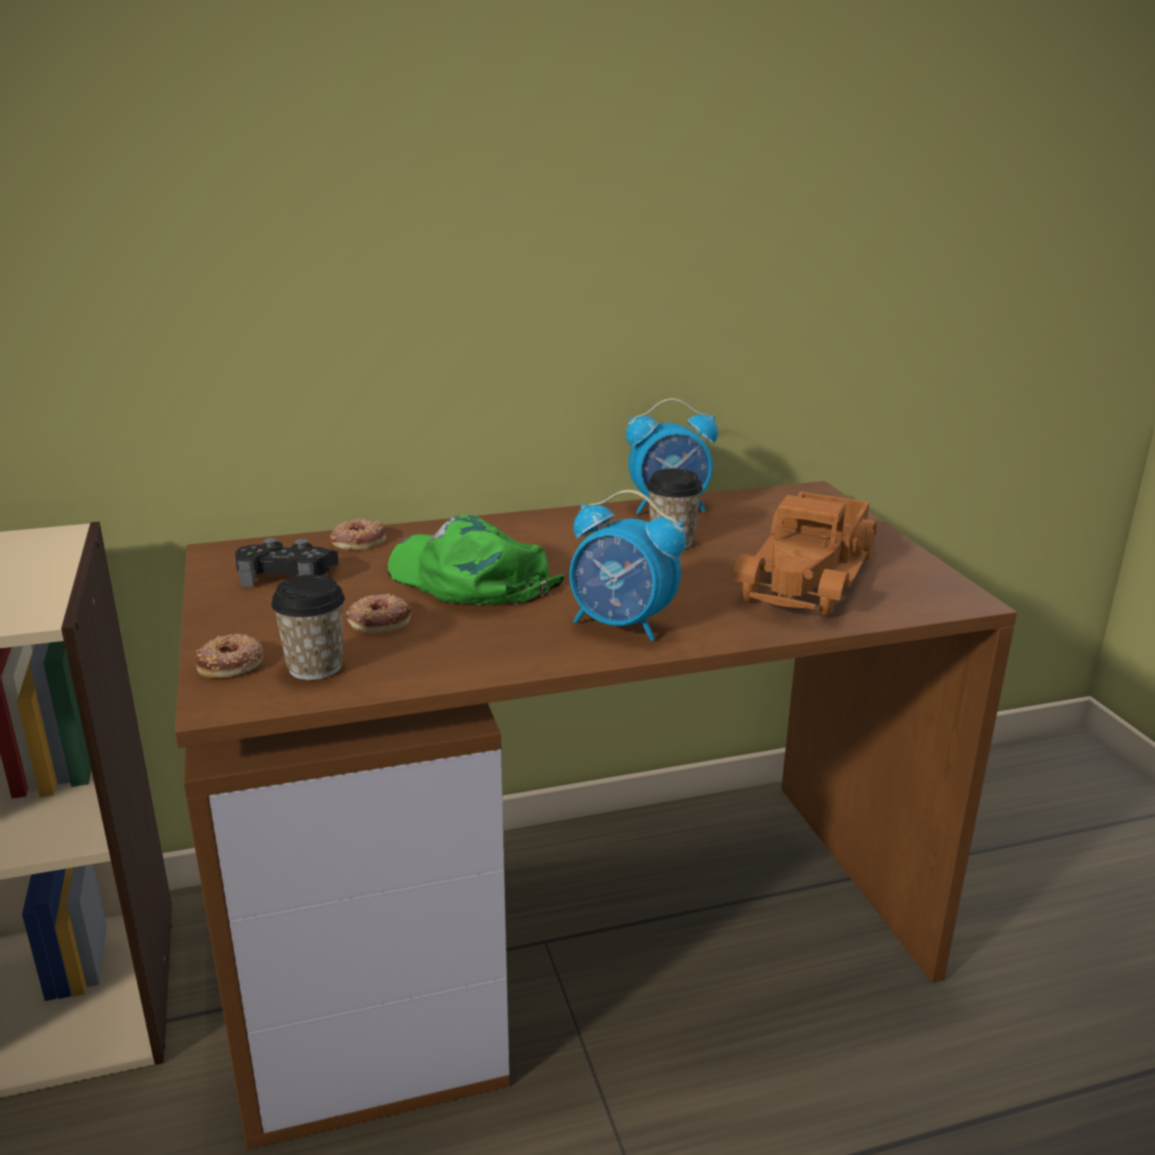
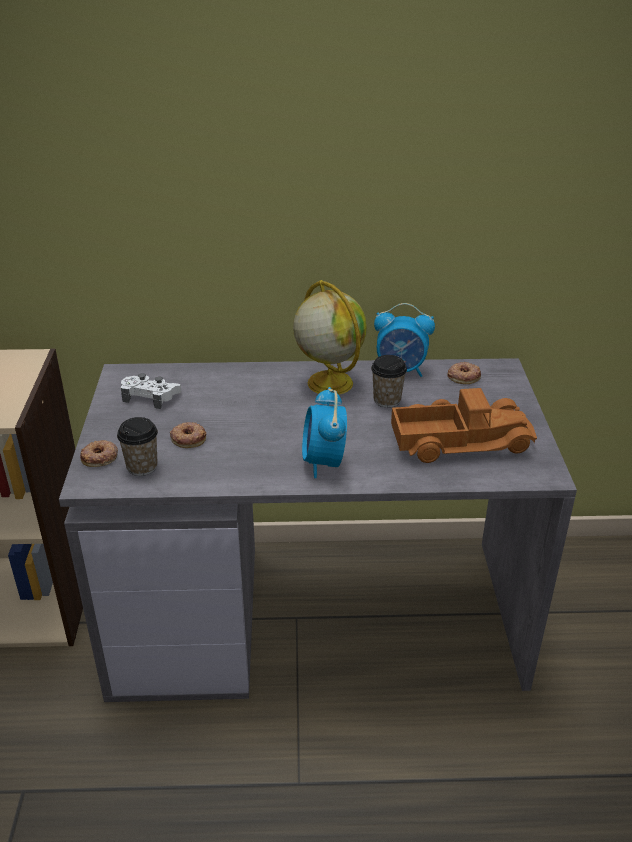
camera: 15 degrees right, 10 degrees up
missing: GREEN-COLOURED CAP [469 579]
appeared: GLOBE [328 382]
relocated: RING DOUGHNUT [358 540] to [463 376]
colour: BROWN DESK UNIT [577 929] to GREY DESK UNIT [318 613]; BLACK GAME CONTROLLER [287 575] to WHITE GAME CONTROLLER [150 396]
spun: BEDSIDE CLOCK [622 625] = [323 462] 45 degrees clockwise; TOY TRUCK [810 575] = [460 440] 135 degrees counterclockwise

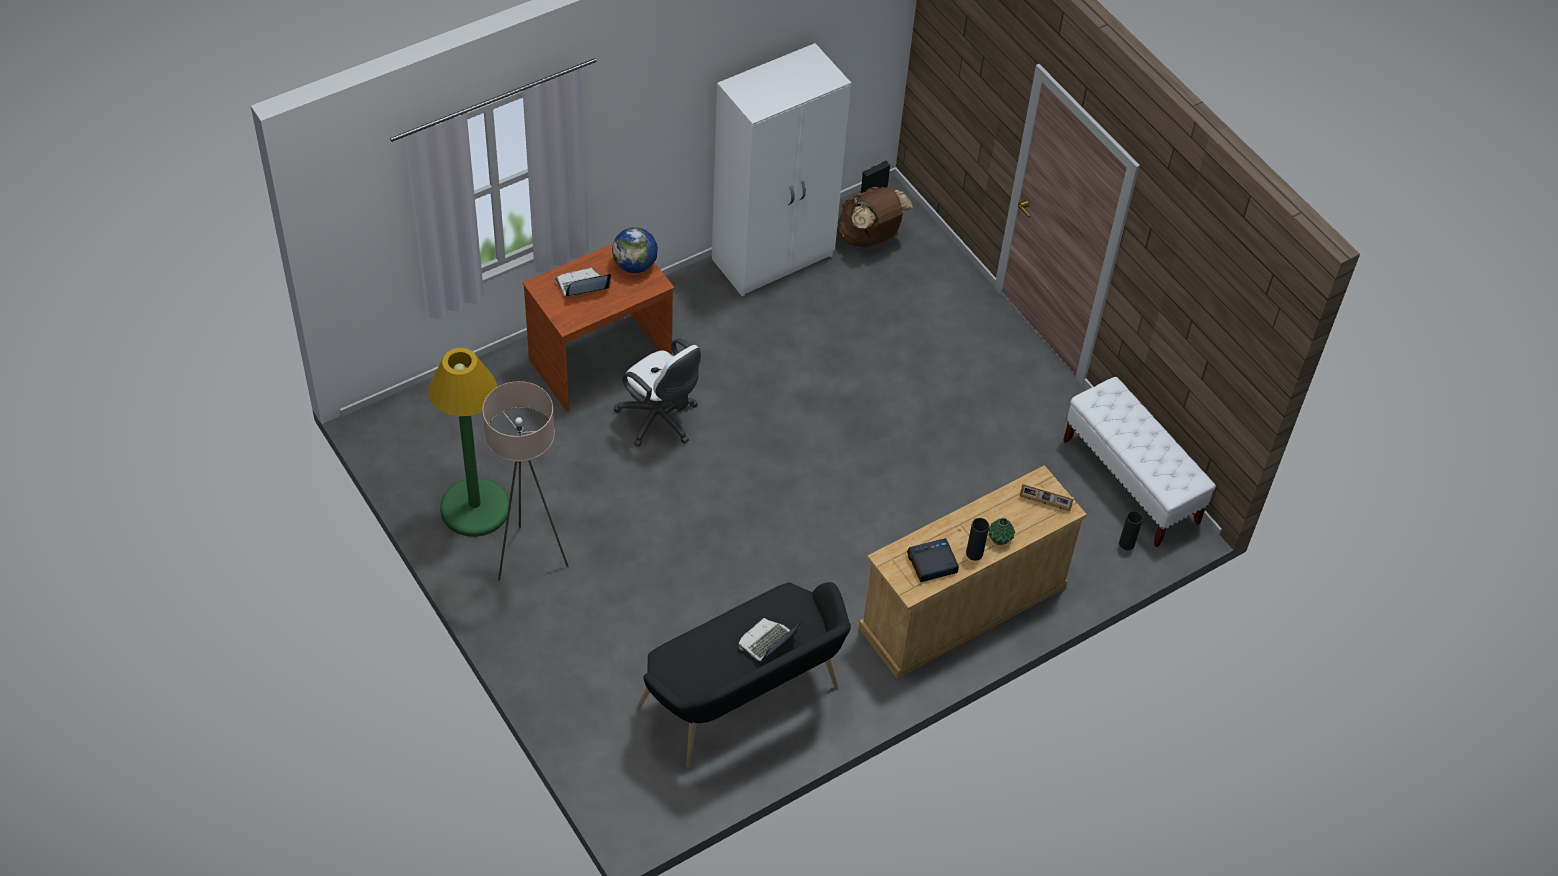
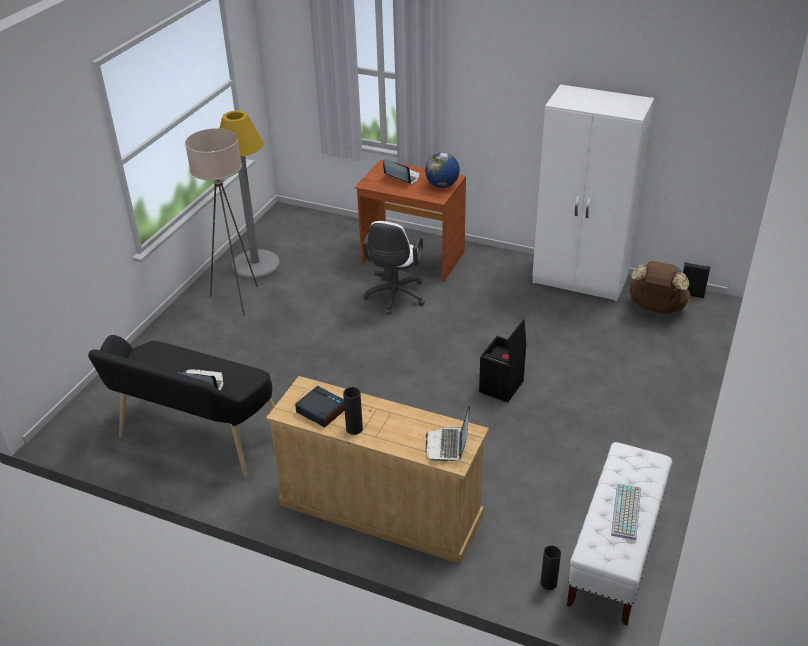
camera: 60 degrees right, 15 degrees down
missing: GREEN-COLOURED VASE [1000 539]
appeared: BLACK STORAGE BIN [501 387]; COMPUTER KEYBOARD [627 512]
exchanged: PICTURE FRAME [1044 503] to NOTEBOOK COMPUTER [448 445]
colour: GREEN-COLOURED STANDARD LAMP [475 508] to GREY STANDARD LAMP [256 266]

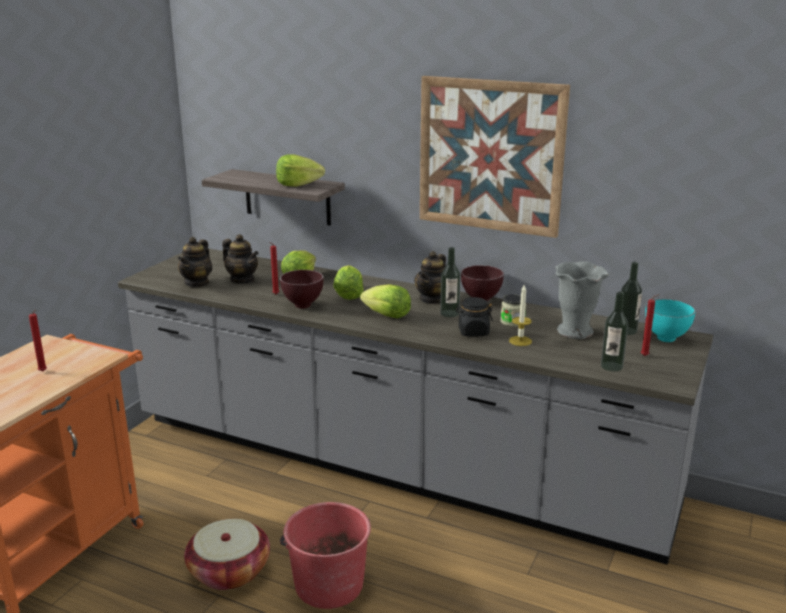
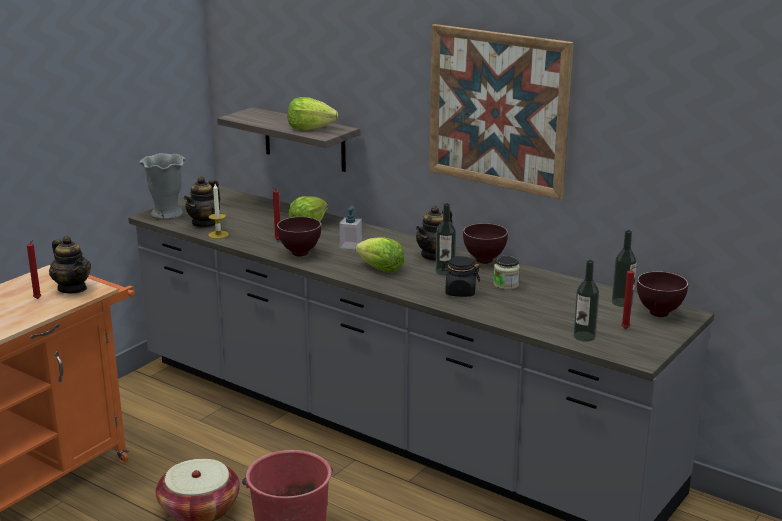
camera: 10 degrees right, 0 degrees up
relocated: TEA POT [242 280] to [72 288]; WAX LIGHT [520 341] to [218 234]; GREY VASE [575 331] to [167 214]
exchanged: HEAD OF LETTUCE [348 295] to SOAP DISPENSER [351 245]
colour: TURQUOISE BOWL [667 339] to BROWN BOWL [660 314]

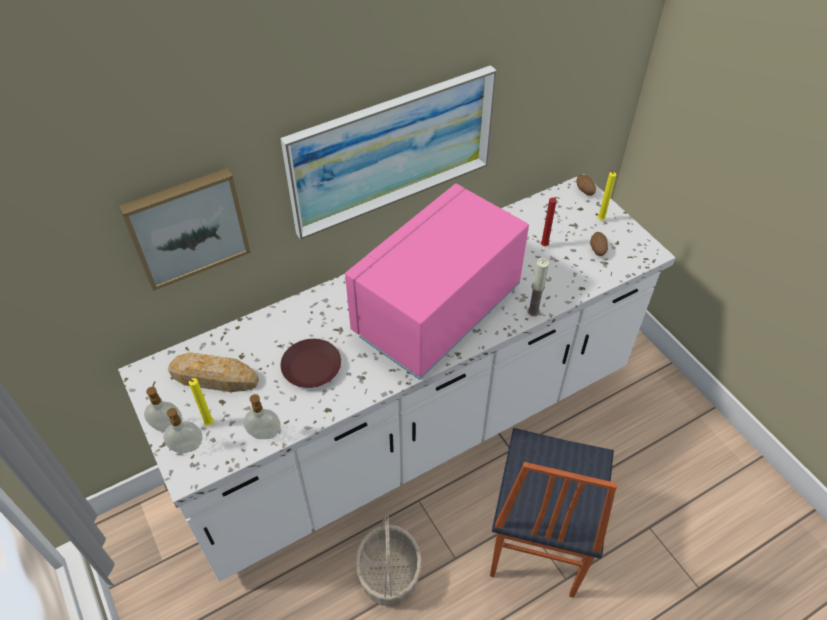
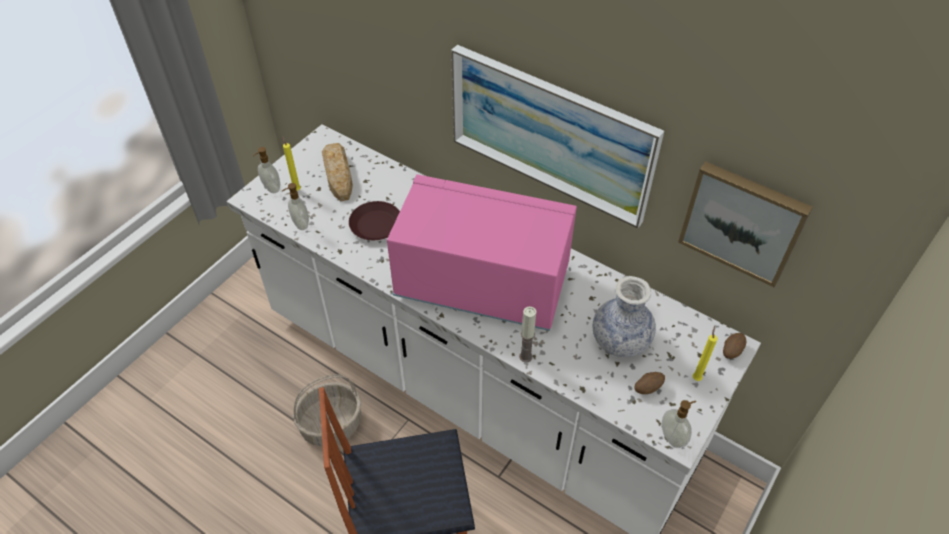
camera: 65 degrees right, 0 degrees up
relocated: WALL PICTURE [187 226] to [743 221]; SOAP DISPENSER [168 425] to [673 437]
exchanged: REDDISH WAX LIGHT [545 246] to VASE [620 340]

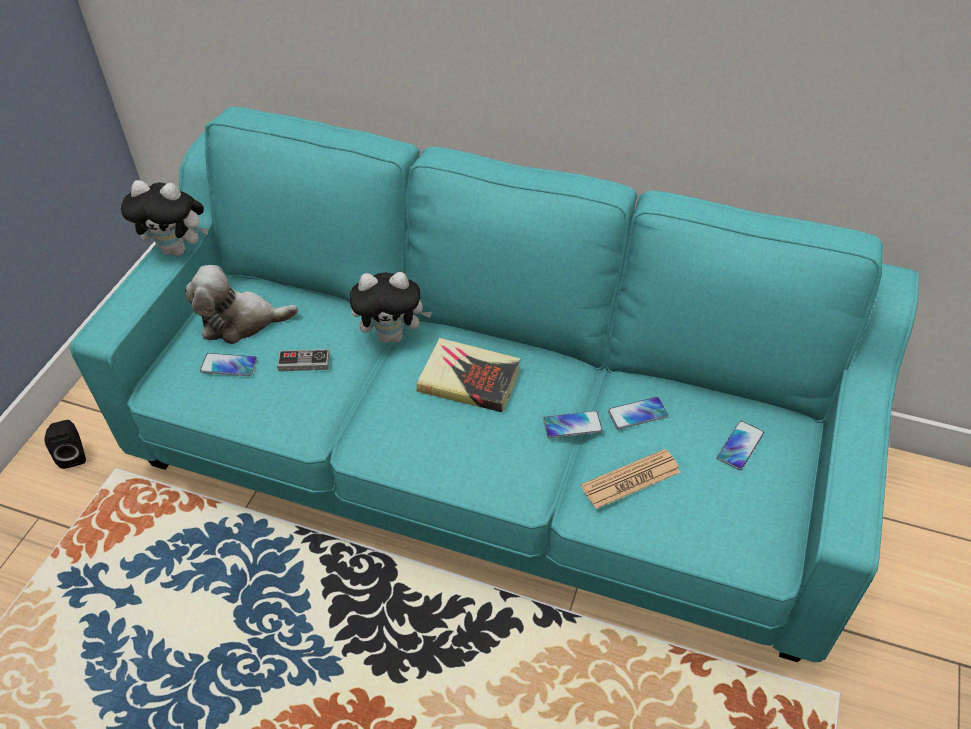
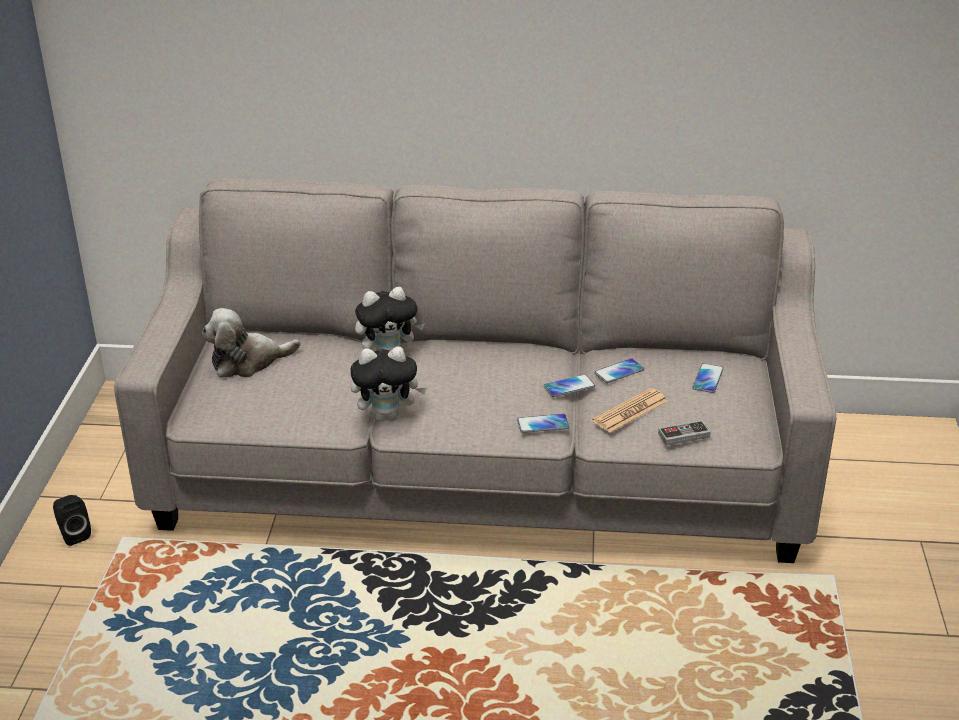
camera: 15 degrees left, 15 degrees down
missing: BOUND BOOK [469 380]
relocated: PLUSH TOY [178 249] to [388 416]; HANDSET [228 365] to [543 424]; GAME CONTROLLER [304 362] to [684 435]
colour: TURQUOISE SOFA [489 464] to GREY SOFA [481 477]

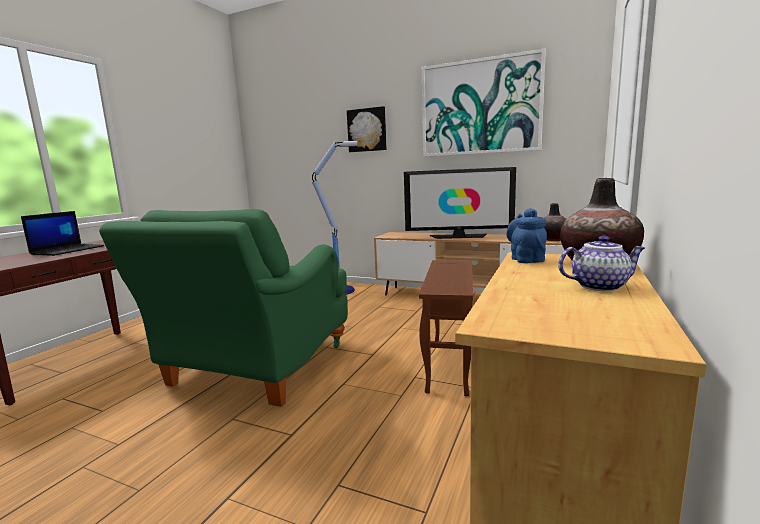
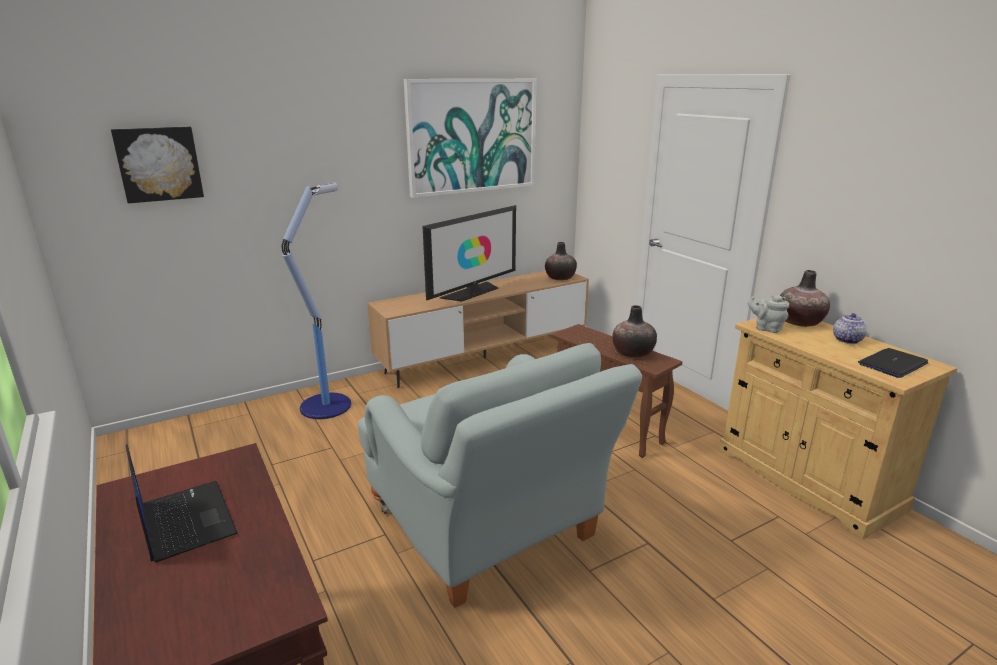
camera: 55 degrees left, 10 degrees up
appeared: VASE [632 353]; NOTEBOOK COMPUTER [892 364]
relocated: WALL PICTURE [367 130] to [159 164]
colour: GREEN-COLOURED ARMCHAIR [254 368] to GREY ARMCHAIR [489 530]; BLUE-COLOURED TEA POT [526 259] to GREY TEA POT [766 328]

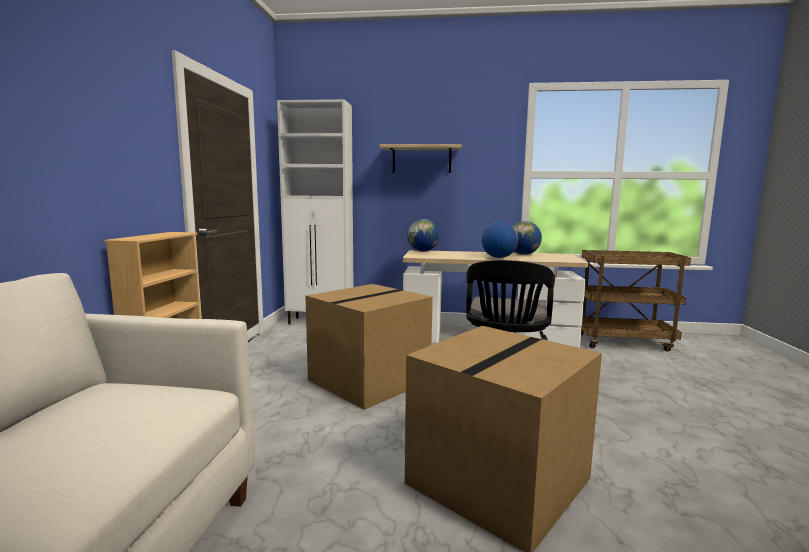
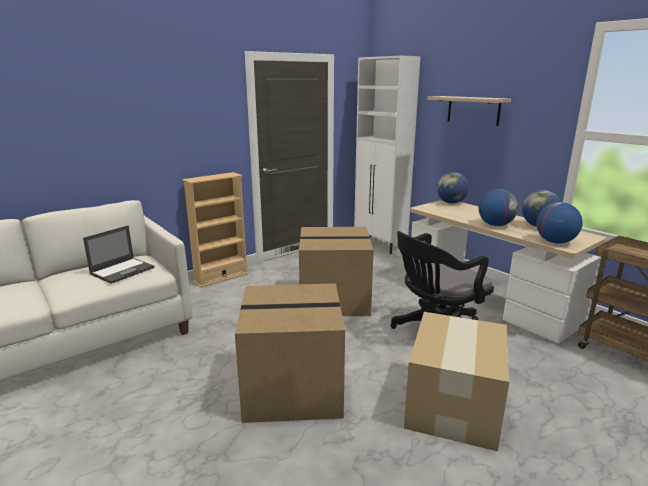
camera: 45 degrees right, 10 degrees up
appeared: NOTEBOOK COMPUTER [123 270]; PACKING BOX [454 404]; GLOBE [555 242]

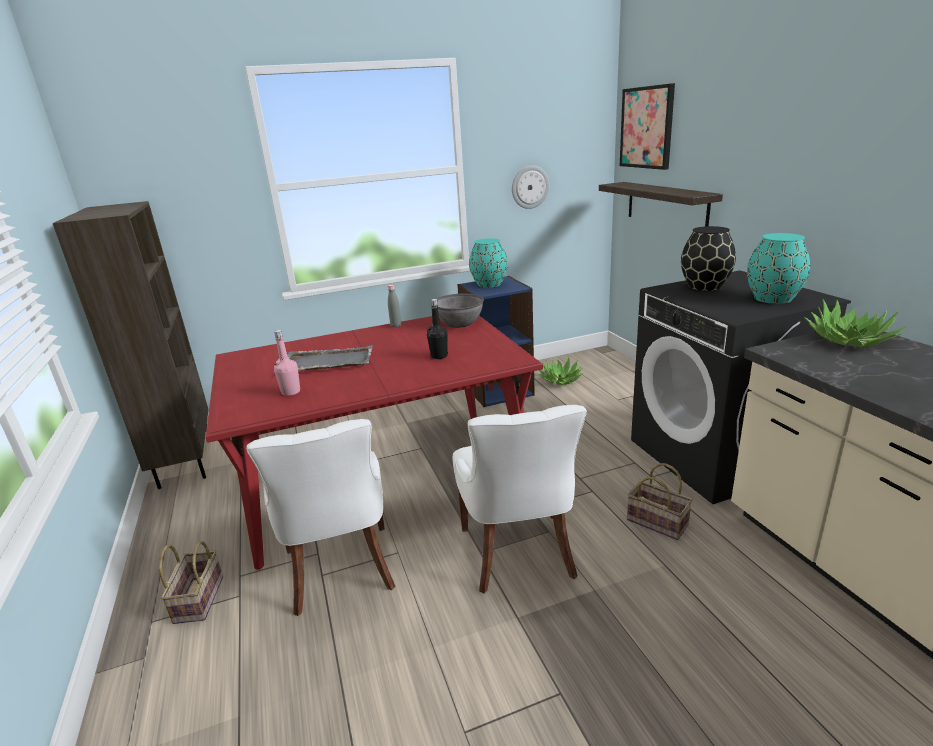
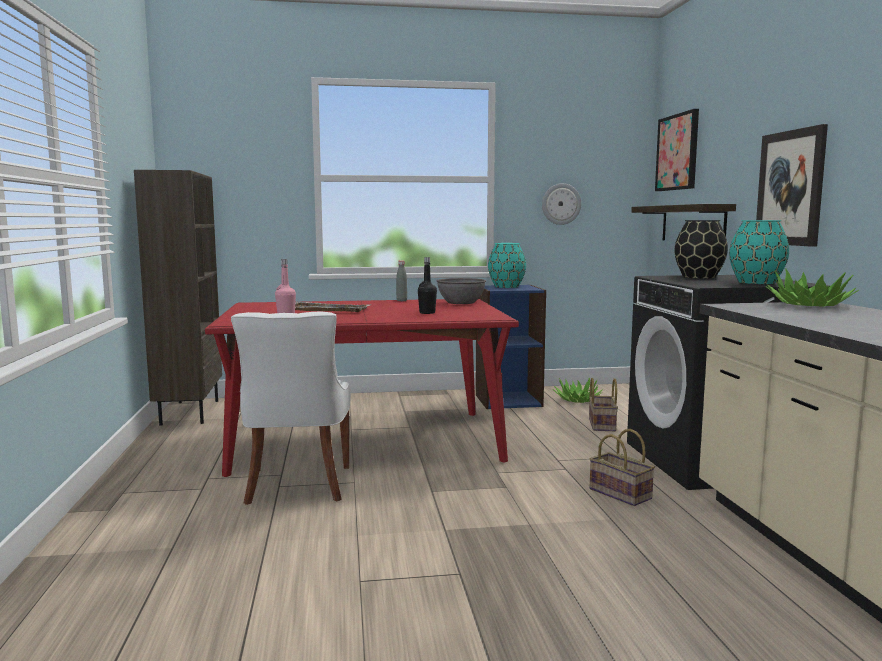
camera: 10 degrees right, 15 degrees down
missing: WHITE PLAIN CHAIR [518 553]
appeared: WALL PICTURE [790 188]
relocated: BASKET [198 598] to [601 424]

